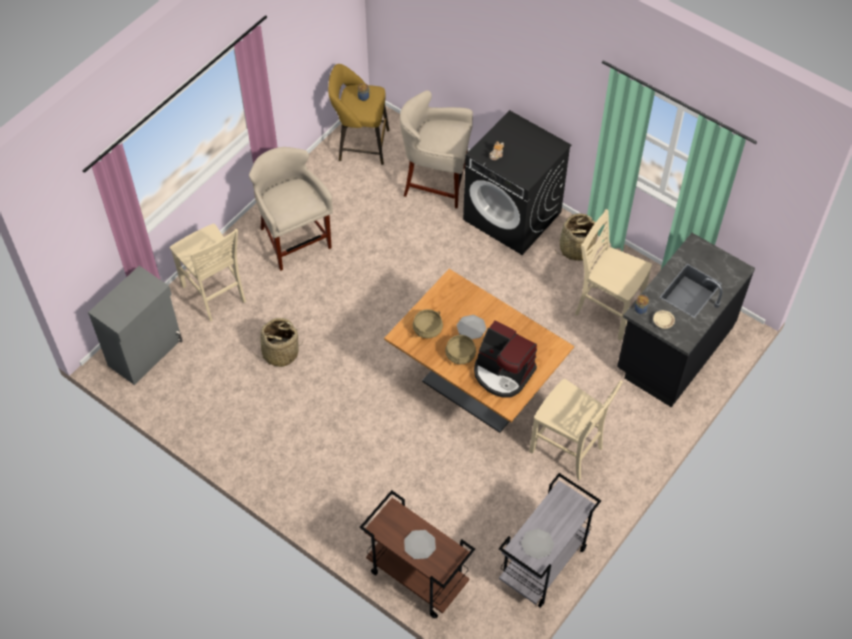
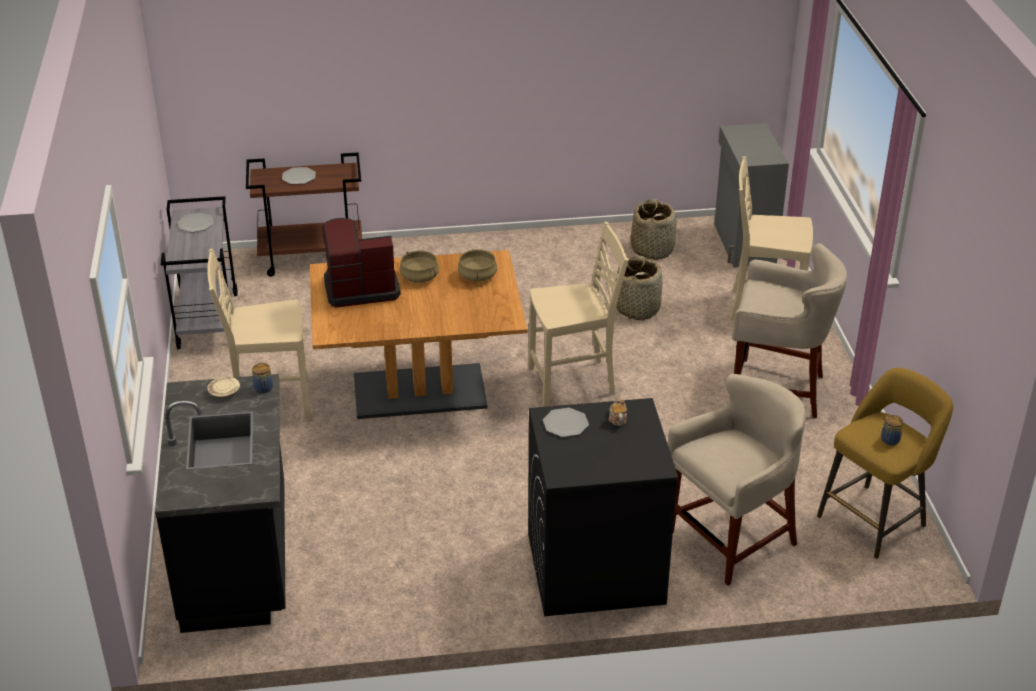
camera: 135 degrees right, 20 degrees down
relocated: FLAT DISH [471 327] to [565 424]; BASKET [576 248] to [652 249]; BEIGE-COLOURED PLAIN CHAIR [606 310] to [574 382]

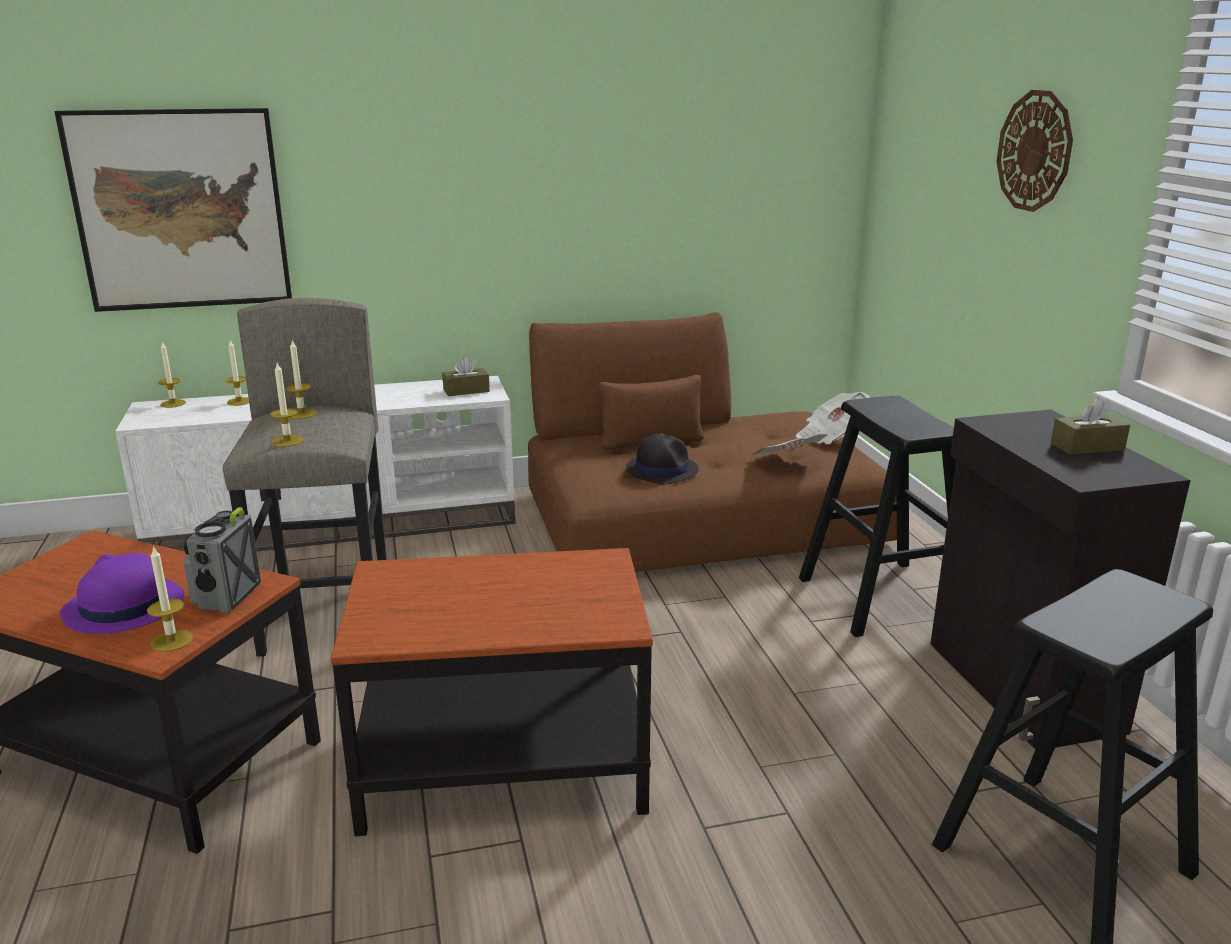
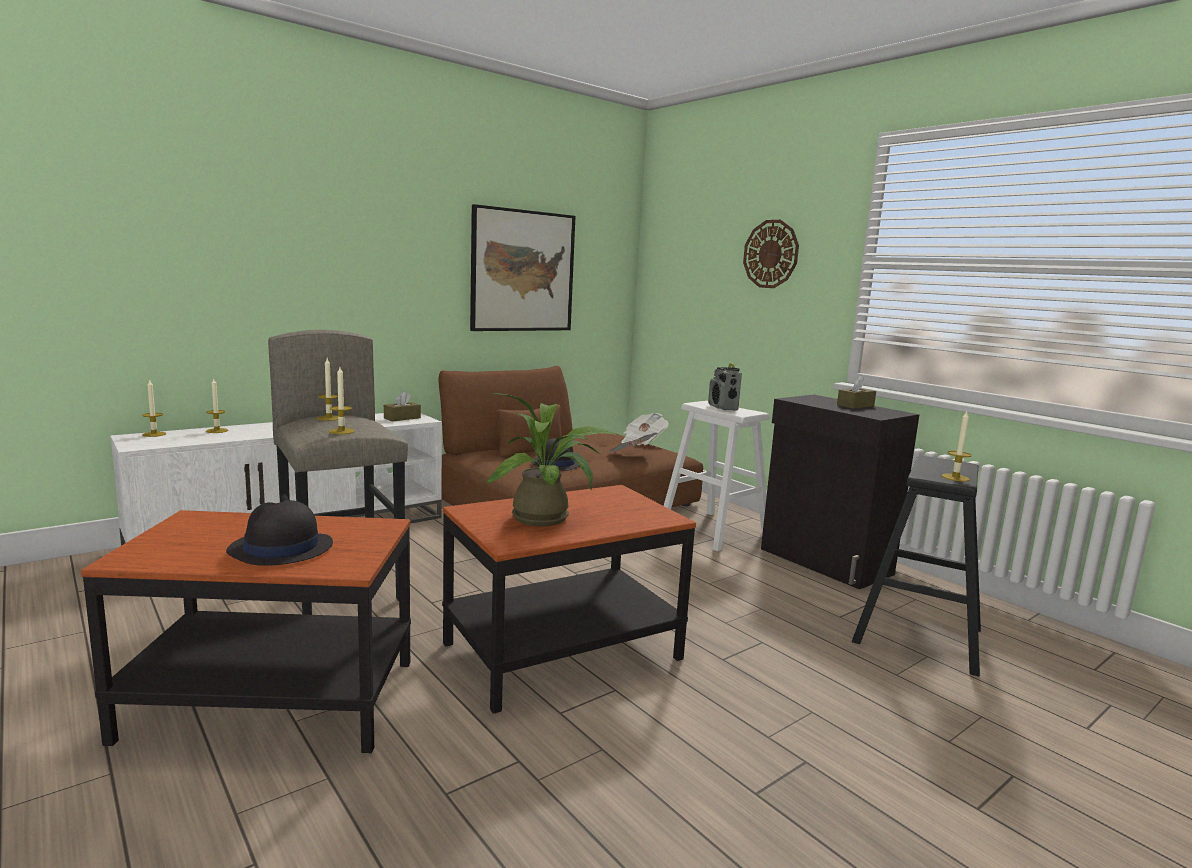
camera: 25 degrees left, 10 degrees down
appeared: HOUSEPLANT [548 518]
relocated: WALL PICTURE [181 210] to [522 271]; WAX LIGHT [172 641] to [955 477]; RADIO RECEIVER [226 597] to [723 407]
colour: PURPLE-COLOURED CLOTHING HAT [123 607] to BLACK CLOTHING HAT [280 549]; BLACK SITTING STOOL [881 597] to WHITE SITTING STOOL [714 530]

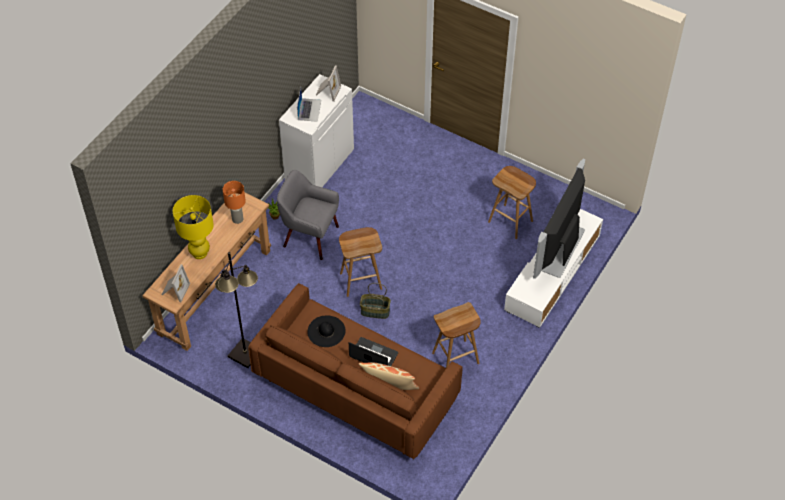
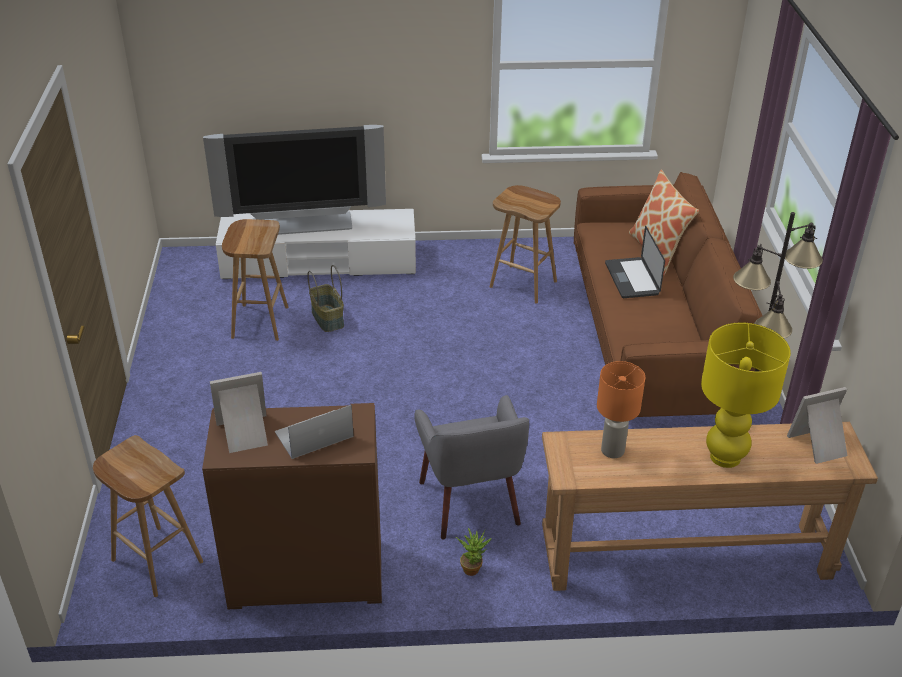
camera: 125 degrees left, 15 degrees down
missing: BLACK CLOTHING HAT [326 331]
relocated: BROWN SITTING STOOL [361 280] to [155 561]; BASKET [374 311] to [328 318]
colour: WHITE CUPBOARD [319 164] to BROWN CUPBOARD [305 576]

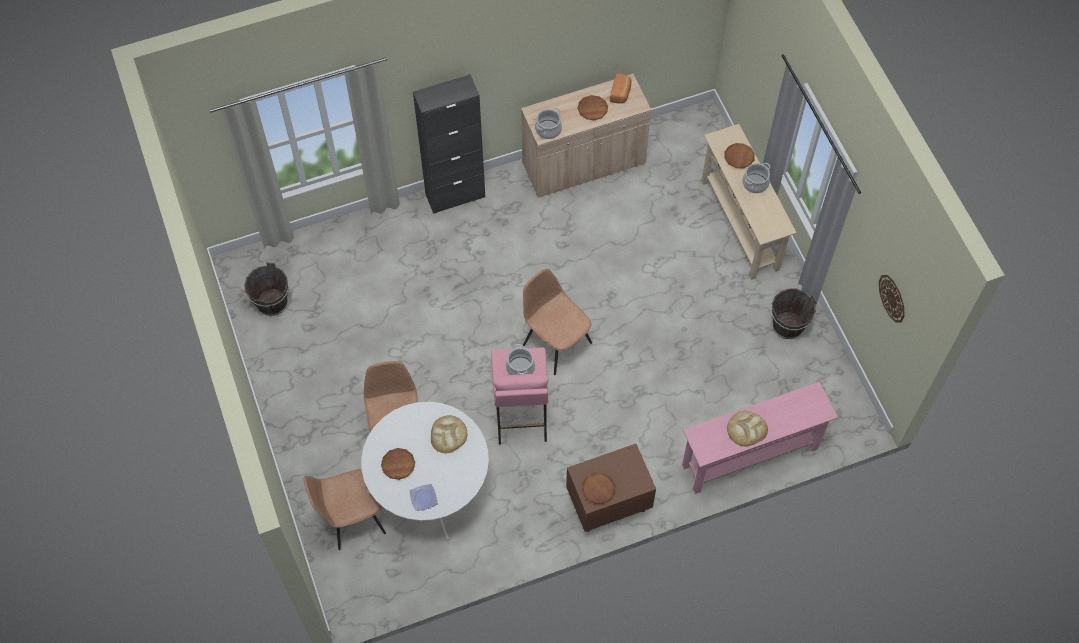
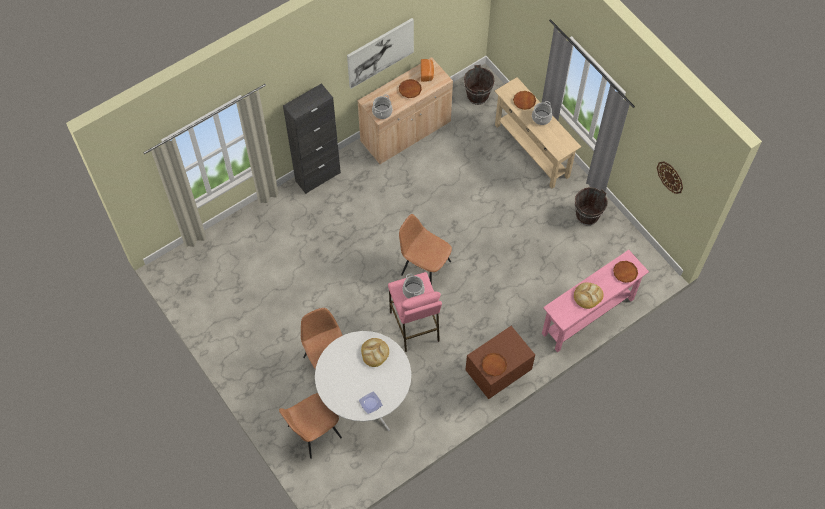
camera: 15 degrees left, 0 degrees up
appeared: WALL PICTURE [380 52]
relocated: BROWN BUCKET [272 303] to [478 96]; BROWN FLAT DISH [398 464] to [625 272]

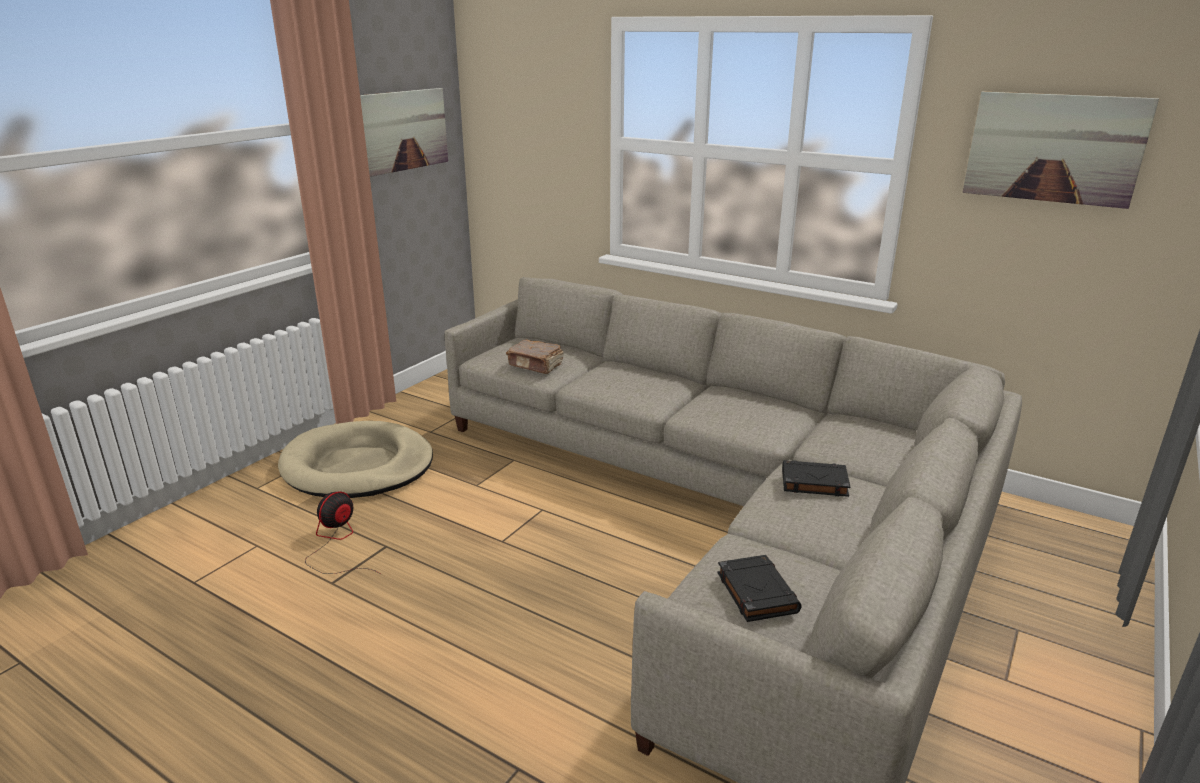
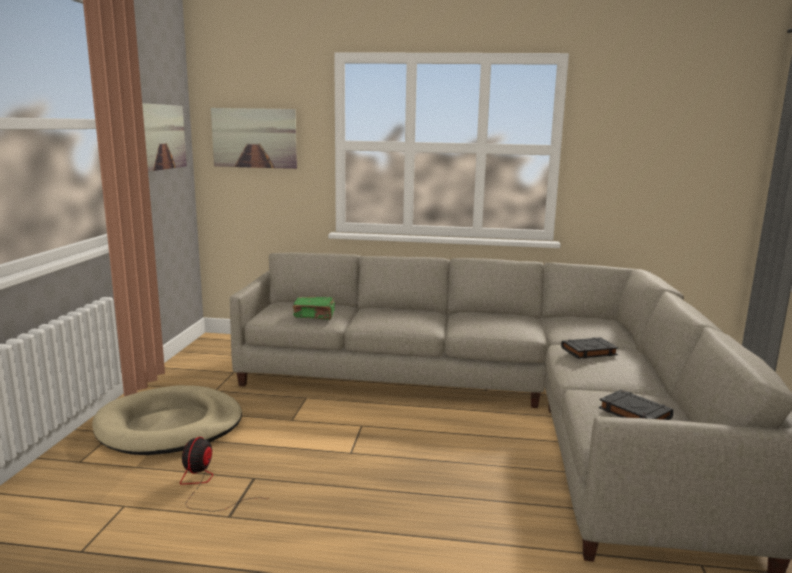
camera: 25 degrees left, 10 degrees down
relocated: WALL PICTURE [1054 148] to [254 138]
colour: BROWN BOUND BOOK [536 365] to GREEN-COLOURED BOUND BOOK [314 315]

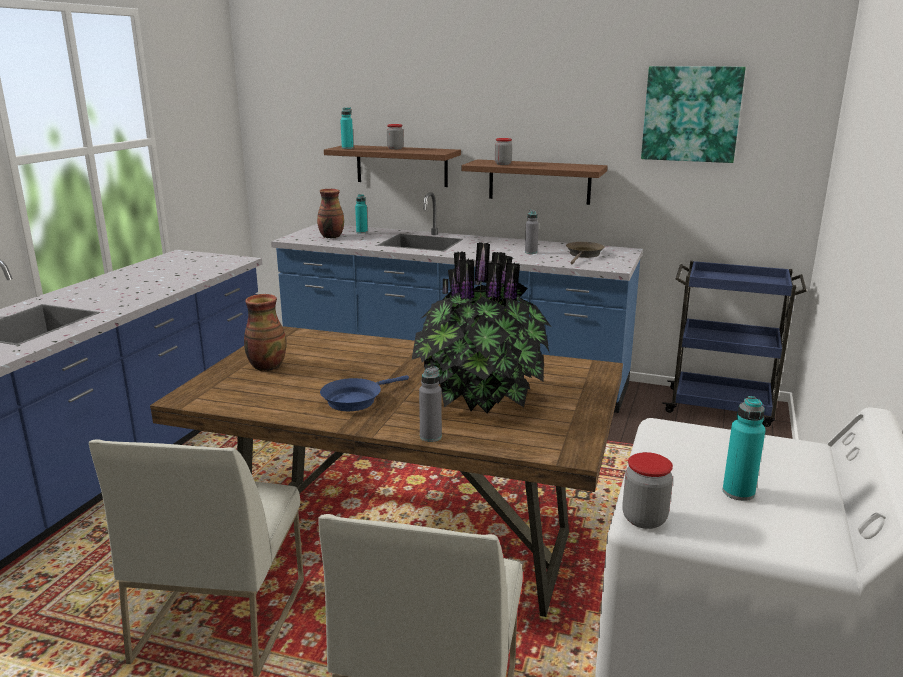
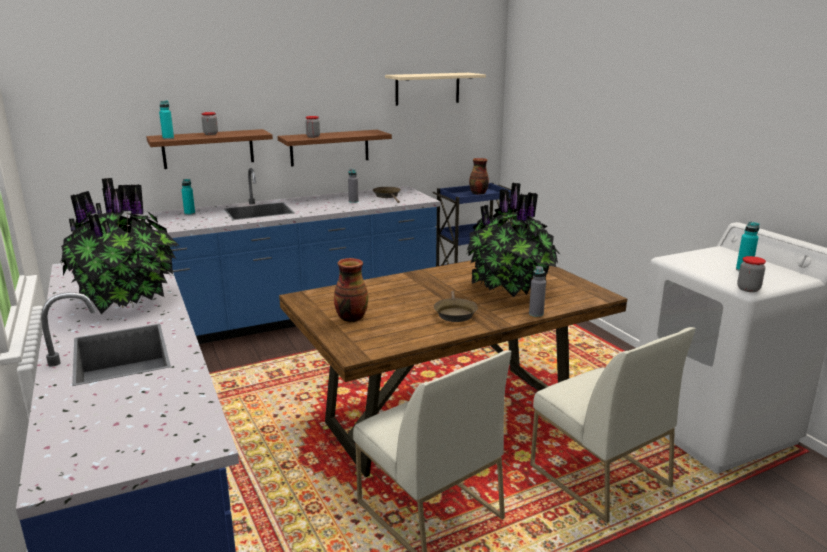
camera: 45 degrees left, 0 degrees up
appeared: HOUSEPLANT [129 300]
relocated: VASE [331 236] to [478 193]
exchanged: WALL PICTURE [691 114] to BEIGE-COLOURED SHELF [427 88]
colour: BLUE-COLOURED FRYING PAN [355 400] to BROWN FRYING PAN [454 313]

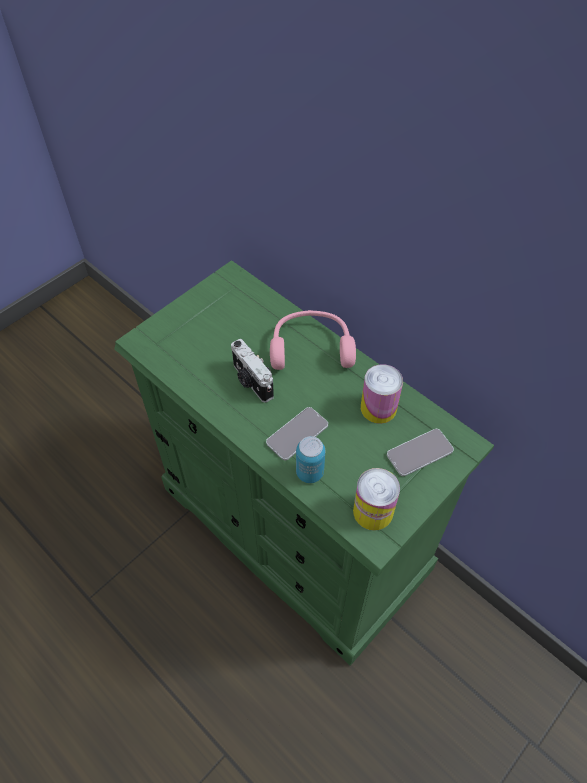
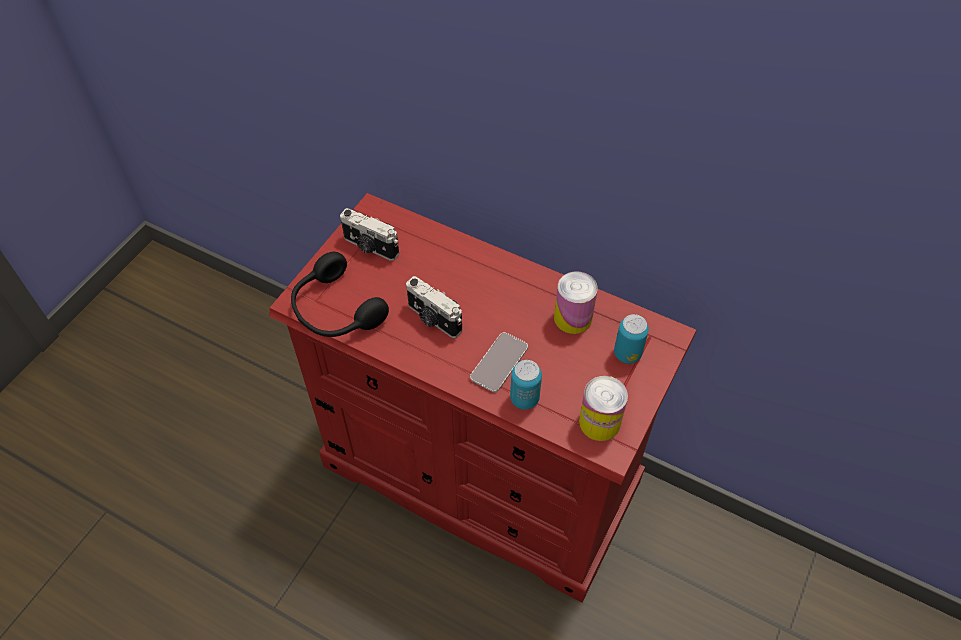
camera: 15 degrees left, 0 degrees up
missing: PINKISH HEADSET [311 347]
appeared: BLACK HEADSET [335 311]; STILL CAMERA [370 247]
exchanged: HANDSET [419 453] to SEALED CAN [627 354]
colour: GREEN-COLOURED CHEST OF DRAWERS [293 529] to REDDISH CHEST OF DRAWERS [481 475]

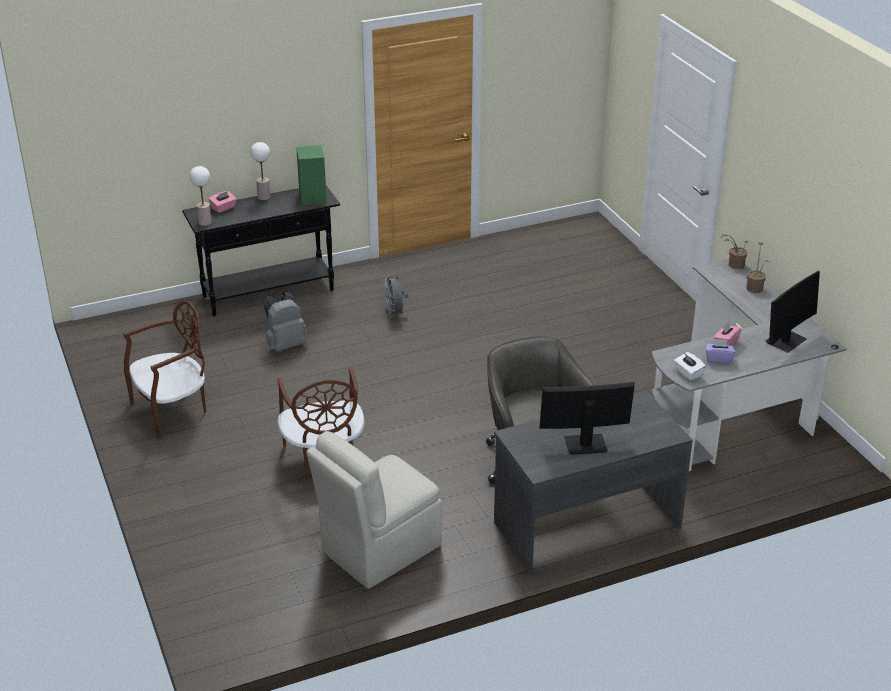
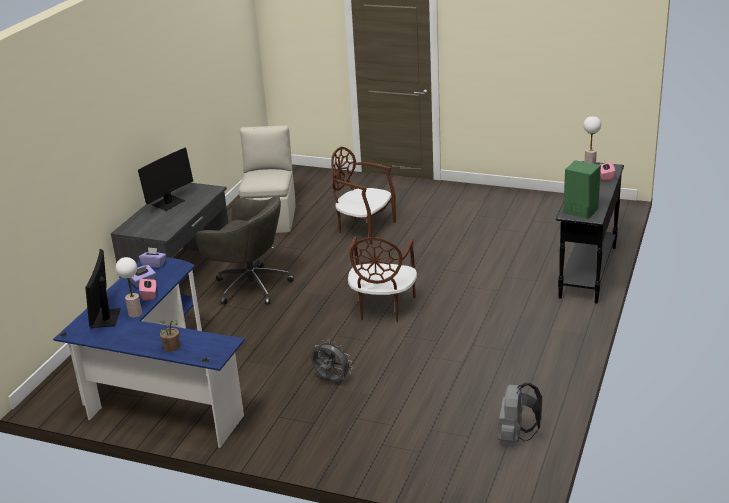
camera: 135 degrees right, 5 degrees down
missing: HOUSEPLANT [734 265]
relocated: BROWN PLAIN CHAIR [172 410] to [382 308]; LAMP FOR A TABLE [264 197] to [135 314]; GREY BACKPACK [285 345] to [516 436]; GREY ELECTRIC FAN [395 314] to [331 380]
colour: GREY DESK UNIT [735 409] to BLUE-COLOURED DESK UNIT [159 390]; WHITE BOX OF TISSUES [688 373] to PURPLE-COLOURED BOX OF TISSUES [154 264]

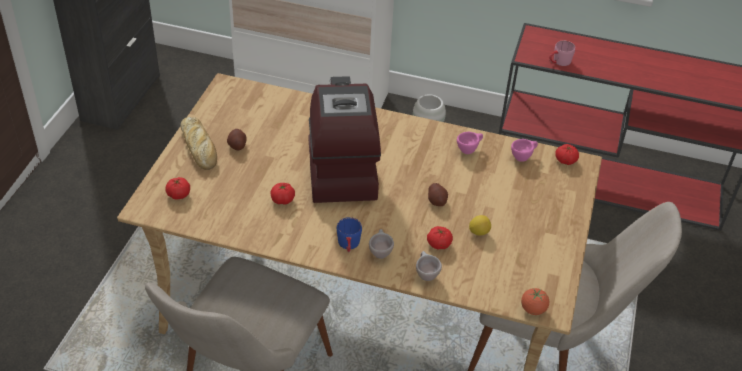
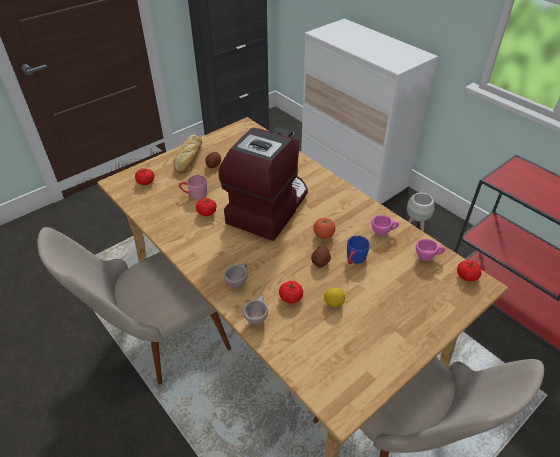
camera: 35 degrees right, 0 degrees up
relocated: BLUE-COLOURED TEA MUG [349 246] to [354 260]; FRESH TOMATO [533 309] to [323 235]; PINKISH TEA MUG [559 62] to [194 194]

